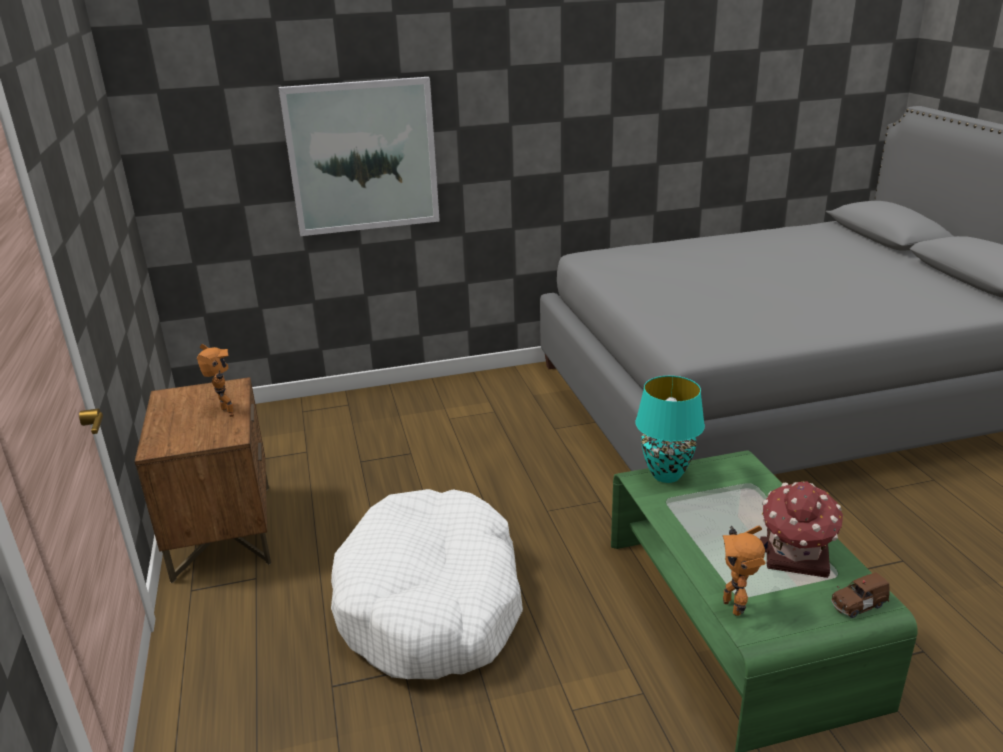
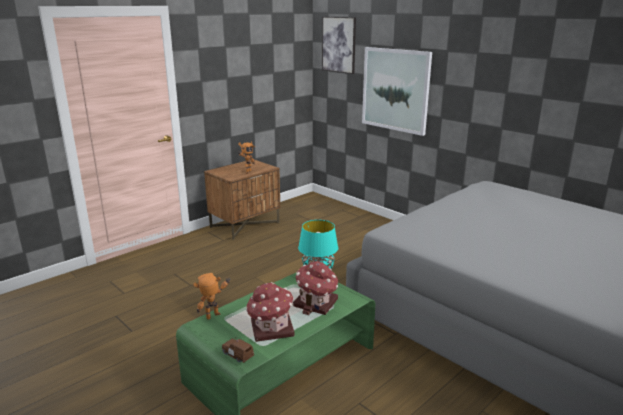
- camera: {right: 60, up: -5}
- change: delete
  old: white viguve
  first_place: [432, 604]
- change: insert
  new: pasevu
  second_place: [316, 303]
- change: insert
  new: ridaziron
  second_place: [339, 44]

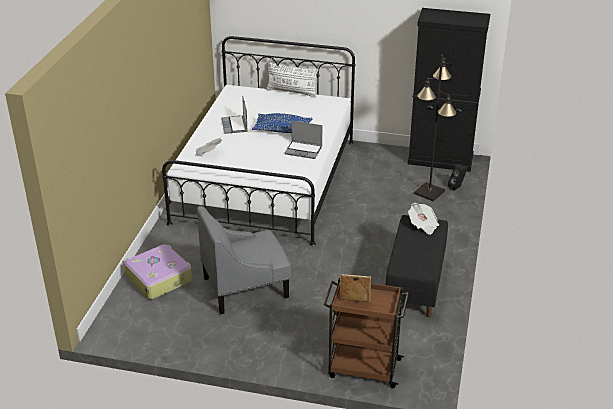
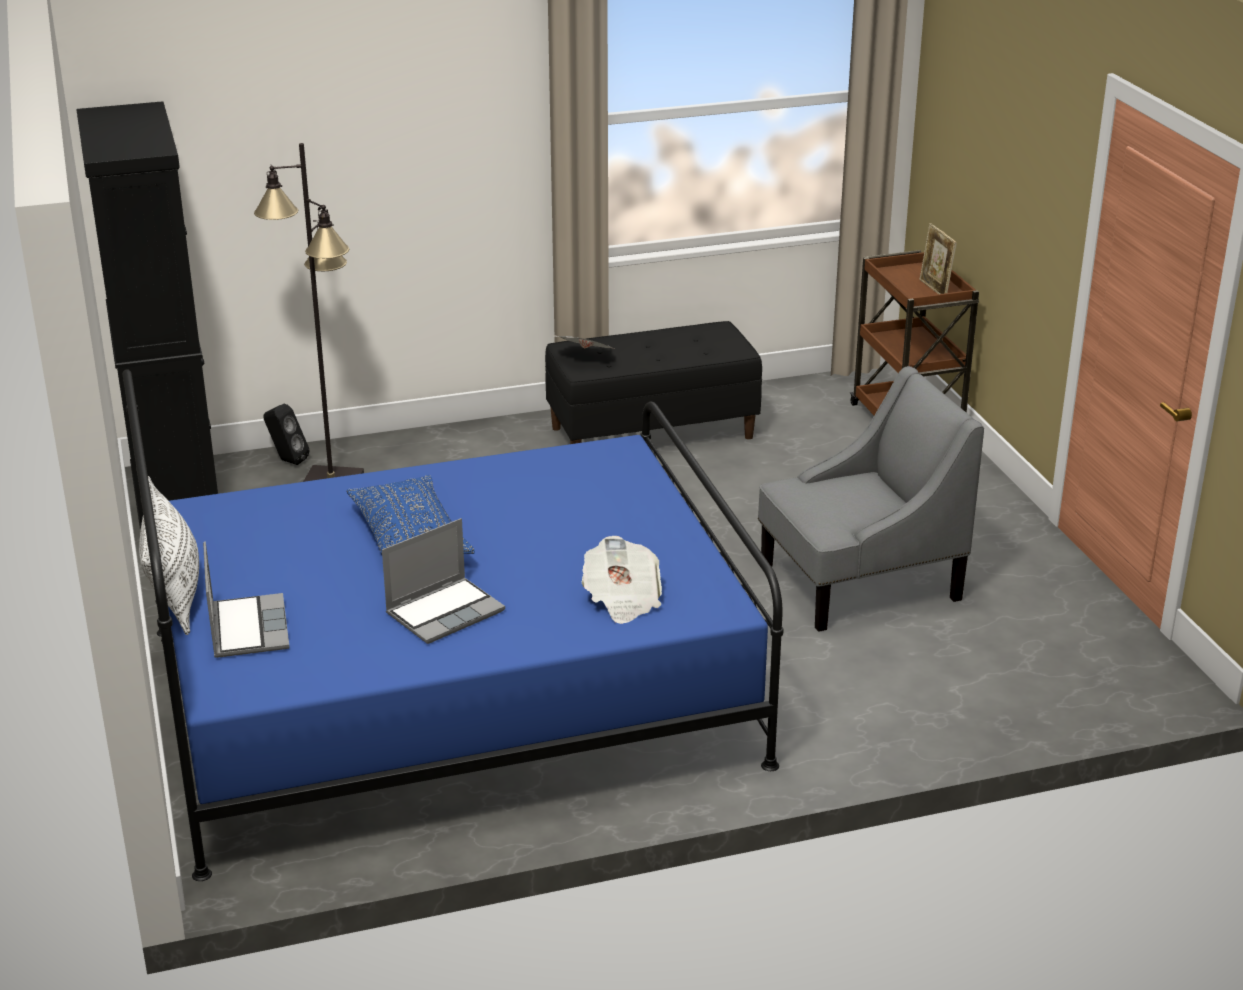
- camera: {right: -120, up: -5}
- change: delete
  old: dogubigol
  first_place: [159, 278]
- change: move
  old: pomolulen
  first_place: [304, 150]
  second_place: [247, 628]
- change: recolor
  old: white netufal
  new: blue netufal
  first_place: [266, 180]
  second_place: [451, 695]
- change: rotate
  old: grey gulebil
  first_place: [245, 287]
  second_place: [859, 582]
  degrees: -60

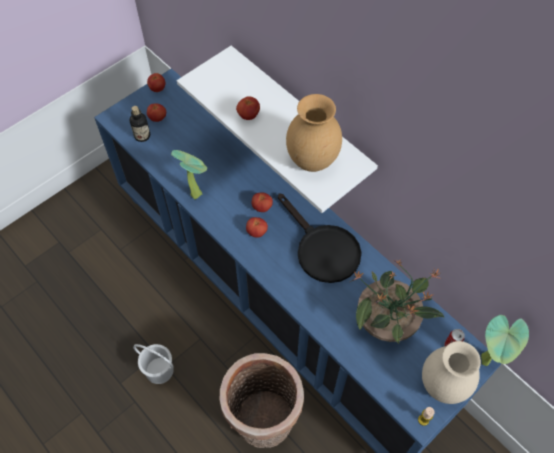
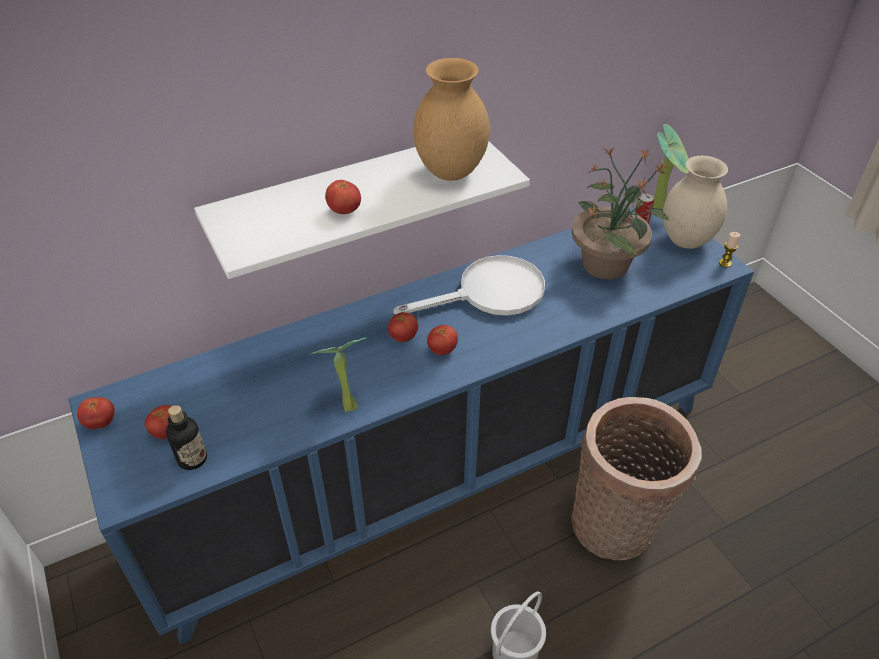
- camera: {right: -75, up: -15}
- change: recolor
  old: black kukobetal
  new: white kukobetal
  first_place: [322, 249]
  second_place: [490, 294]

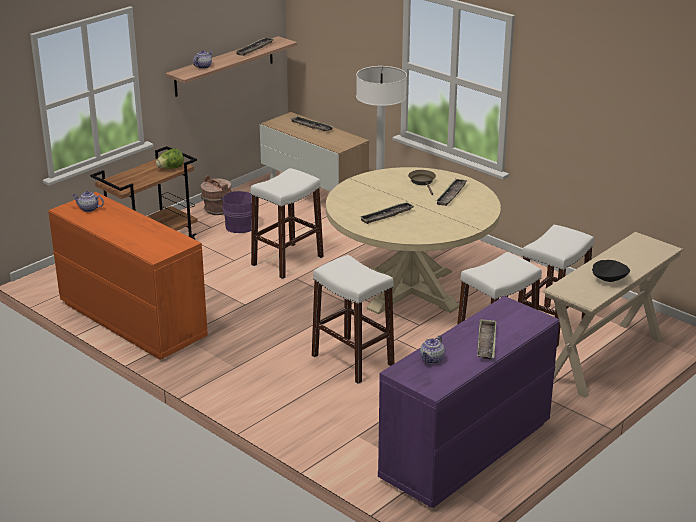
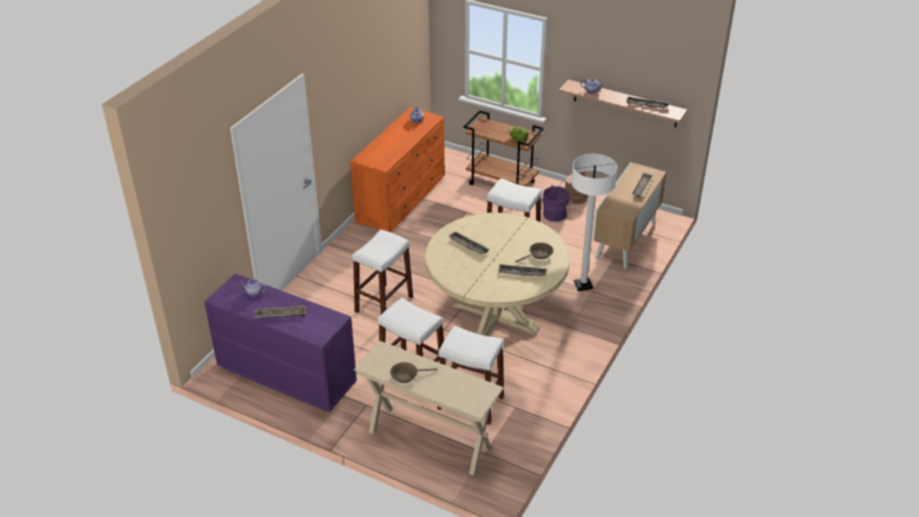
- camera: {right: 75, up: 10}
- change: replace
  old: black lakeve
  new: brown kukobetal
  first_place: [609, 279]
  second_place: [406, 375]

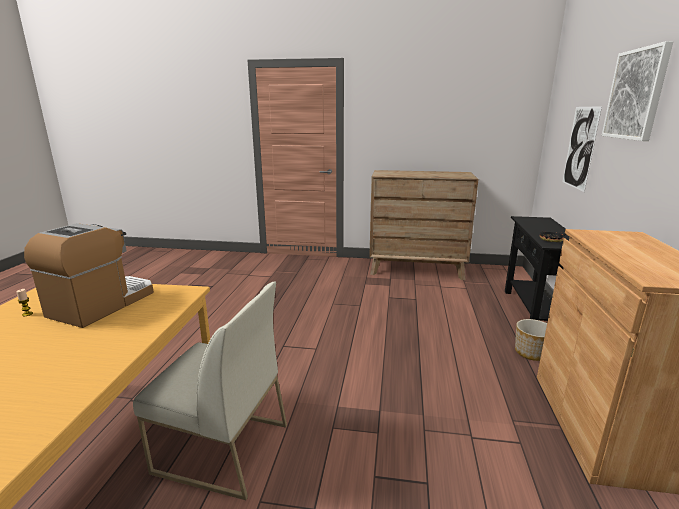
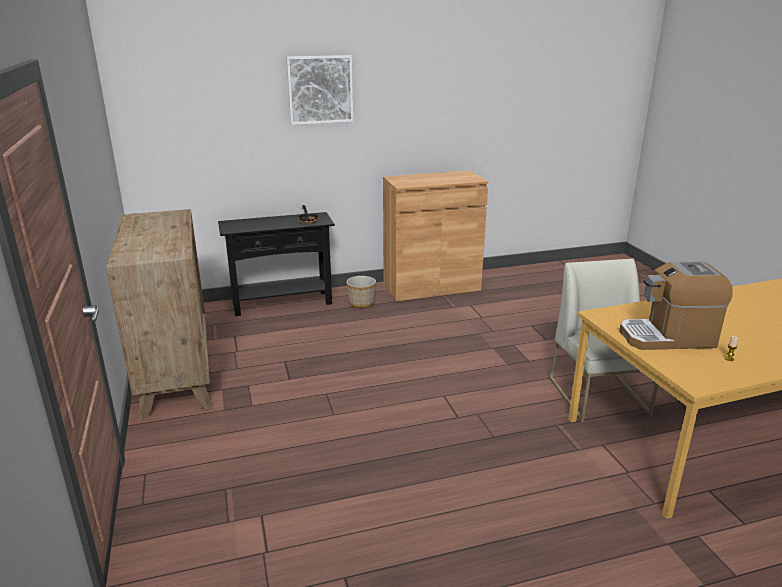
- camera: {right: -115, up: 5}
- change: delete
  old: ridaziron
  first_place: [580, 148]

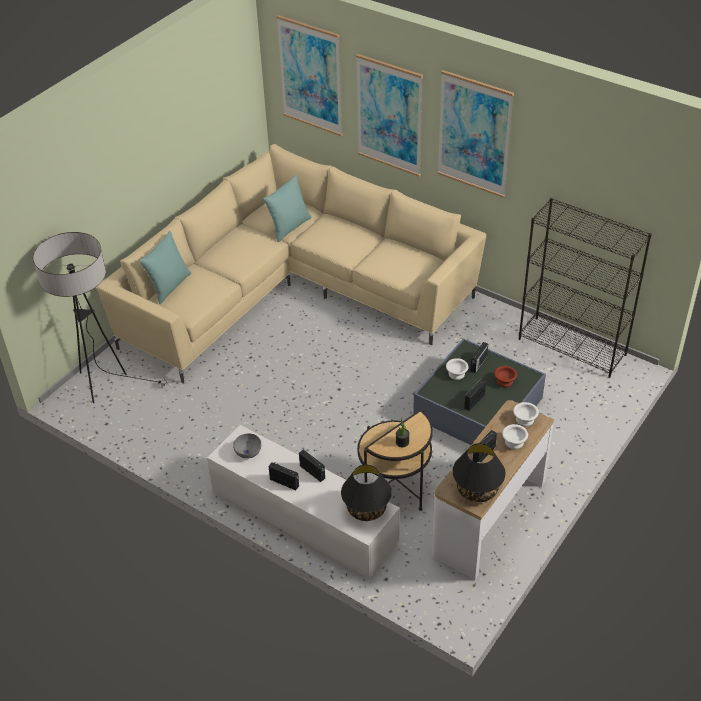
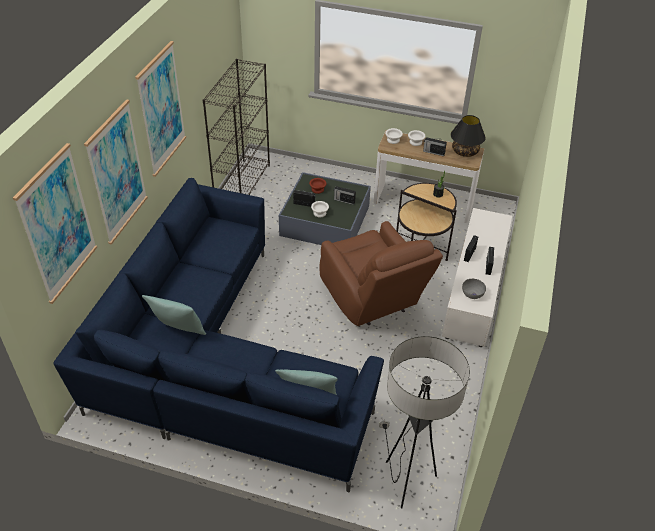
- camera: {right: -110, up: 0}
- change: delete
  old: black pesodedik
  first_place: [366, 509]
- change: insert
  new: brown gulebil
  second_place: [373, 300]
- change: recolor
  old: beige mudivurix
  new: blue mudivurix
  first_place: [292, 291]
  second_place: [215, 364]

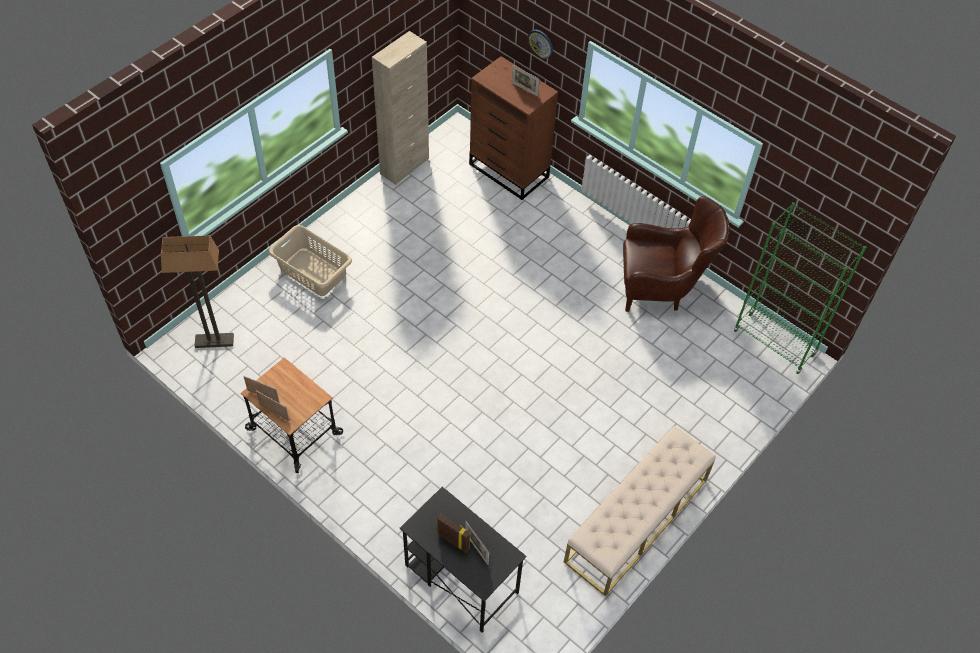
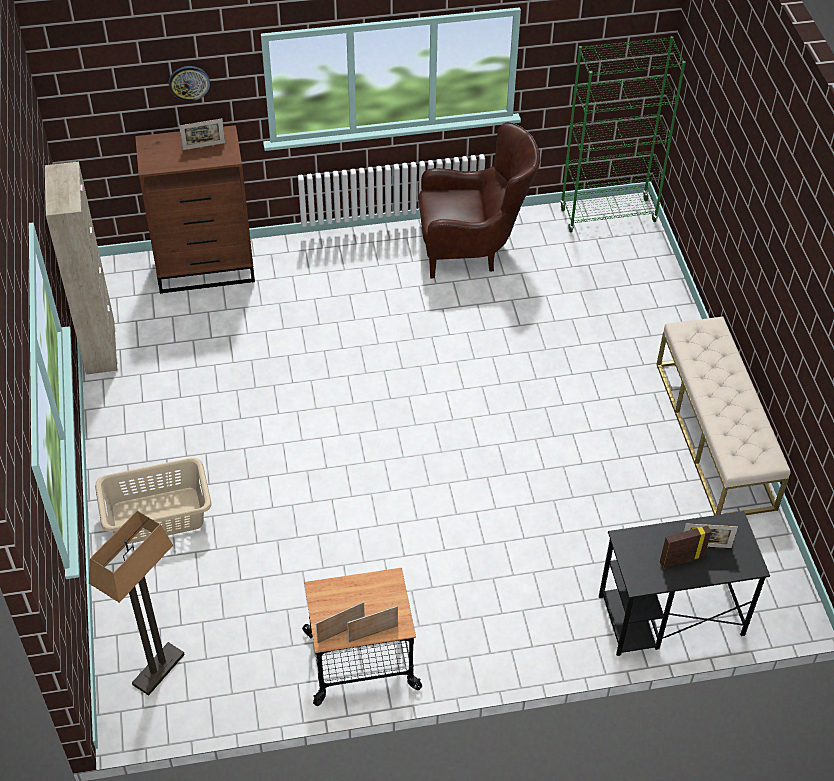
- camera: {right: -50, up: -5}
- change: rotate
  old: brown gulebil
  first_place: [662, 289]
  second_place: [473, 250]
  degrees: 45

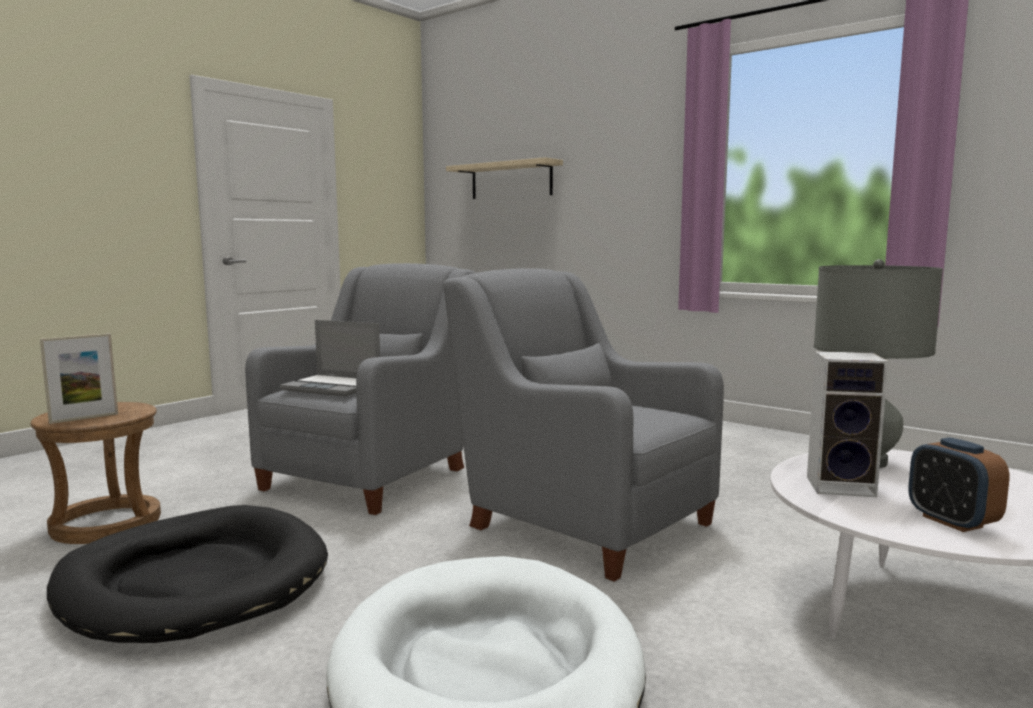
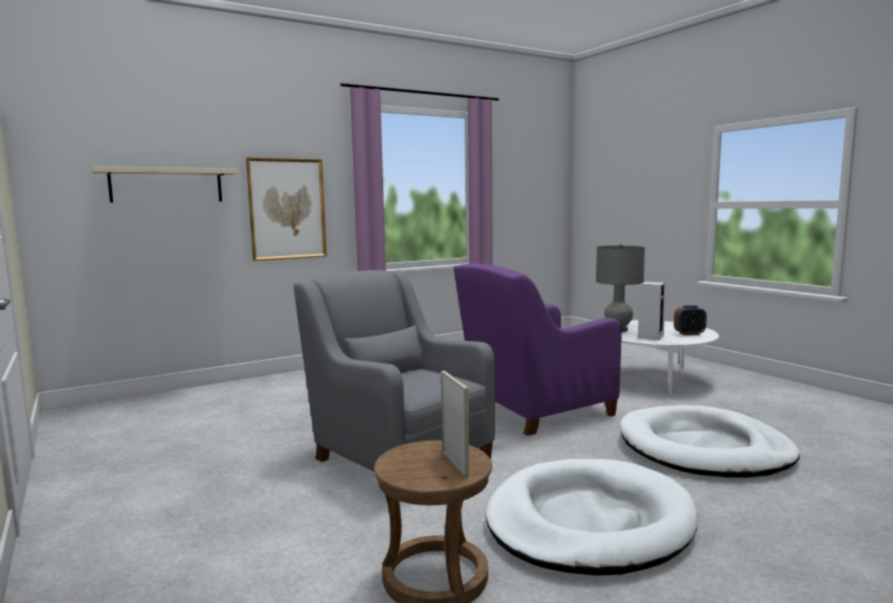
- camera: {right: -70, up: 0}
- change: delete
  old: pomolulen
  first_place: [334, 387]
- change: insert
  new: ridaziron
  second_place: [287, 209]
- change: recolor
  old: black viguve
  new: white viguve
  first_place: [194, 582]
  second_place: [588, 522]
- change: recolor
  old: grey gulebil
  new: purple gulebil
  first_place: [582, 521]
  second_place: [535, 410]

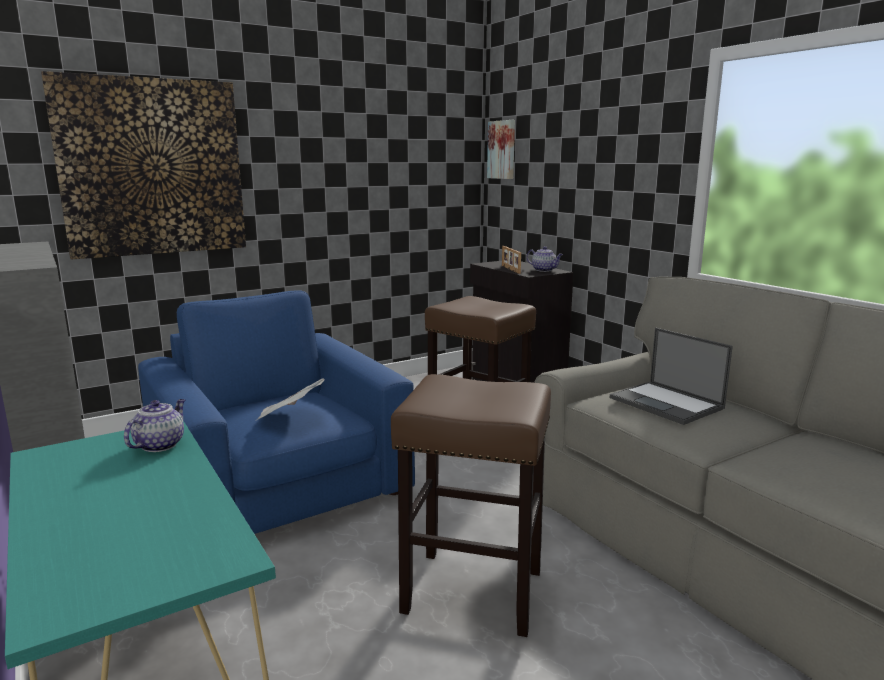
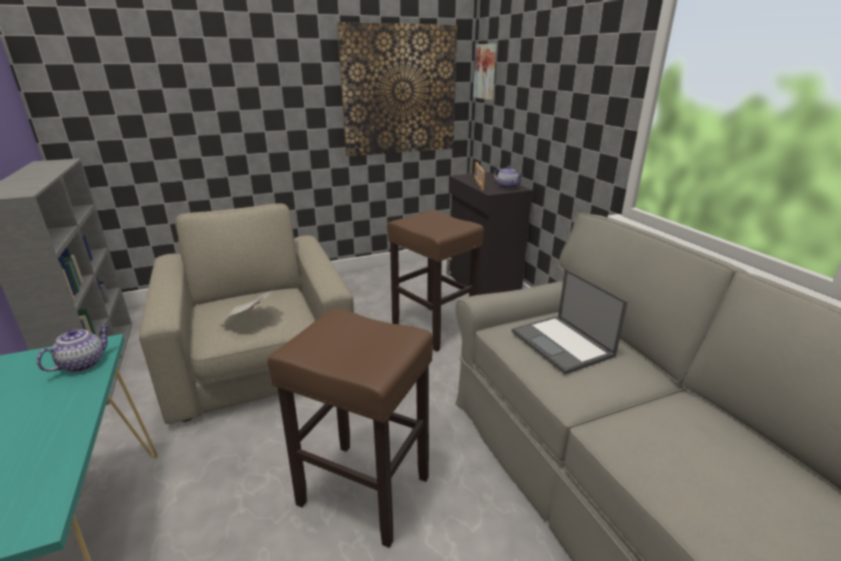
- camera: {right: 10, up: 10}
- change: move
  old: ridaziron
  first_place: [153, 168]
  second_place: [399, 91]
- change: recolor
  old: blue gulebil
  new: beige gulebil
  first_place: [280, 481]
  second_place: [261, 357]

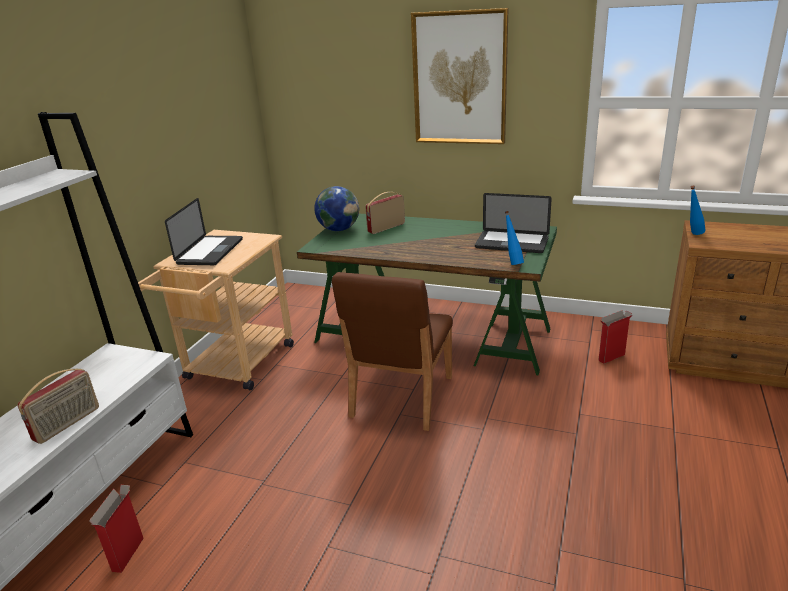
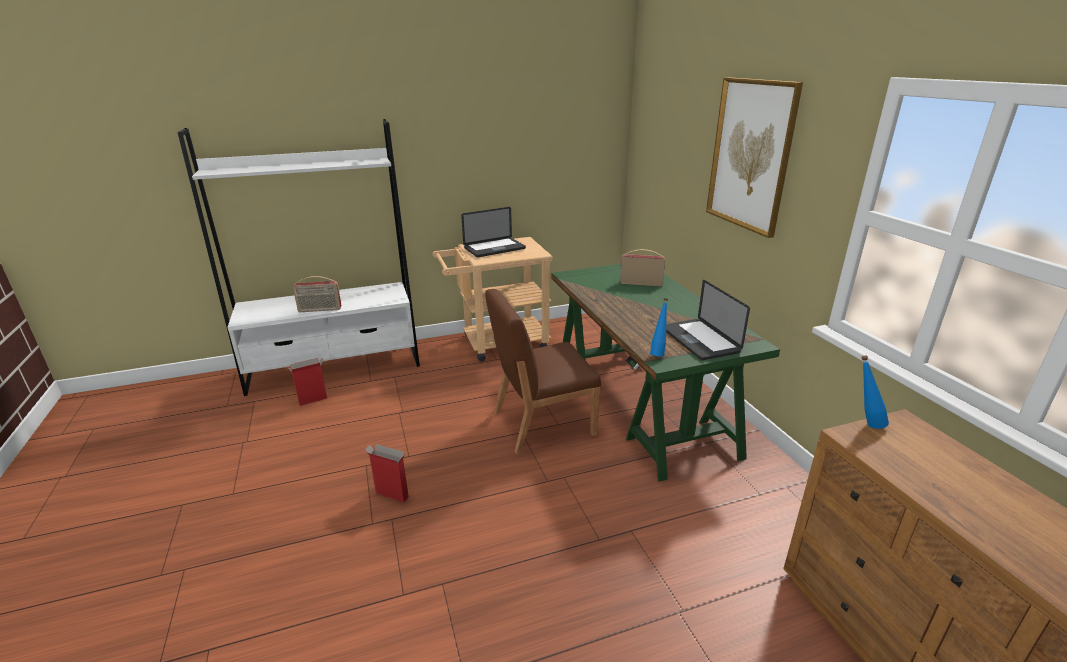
- camera: {right: 50, up: 0}
- change: delete
  old: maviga
  first_place: [339, 229]
- change: move
  old: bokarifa
  first_place: [611, 358]
  second_place: [391, 495]

